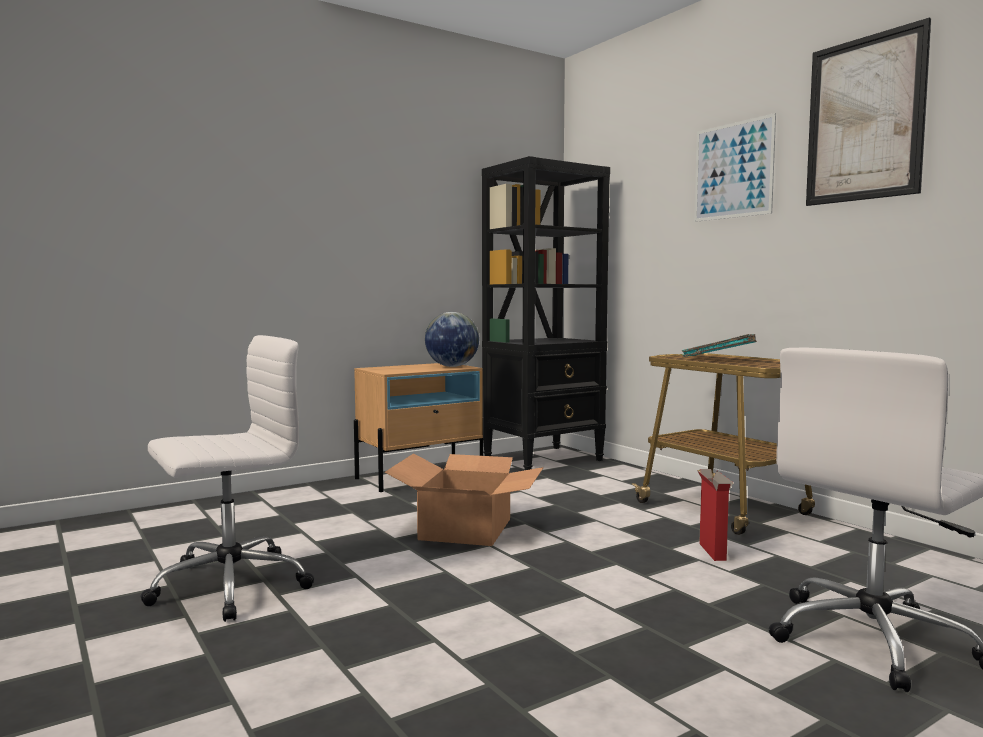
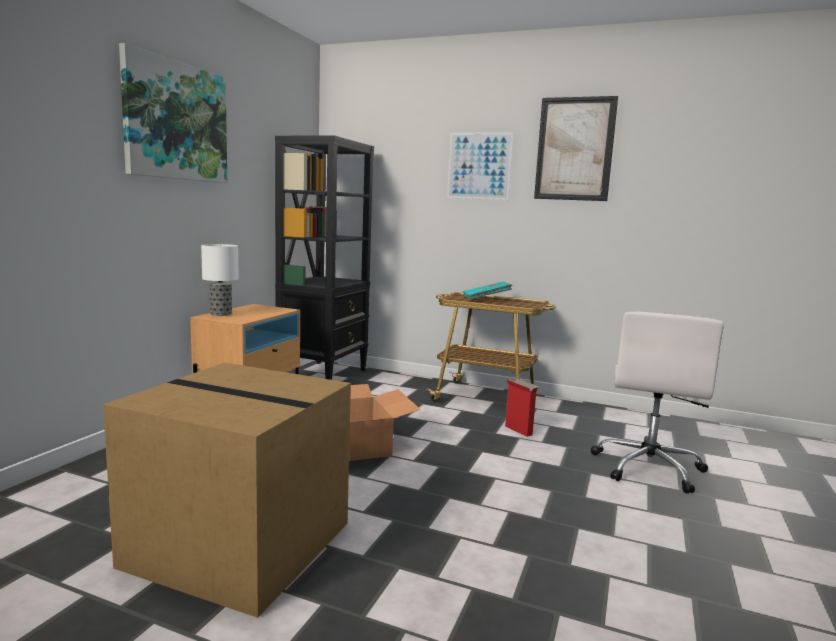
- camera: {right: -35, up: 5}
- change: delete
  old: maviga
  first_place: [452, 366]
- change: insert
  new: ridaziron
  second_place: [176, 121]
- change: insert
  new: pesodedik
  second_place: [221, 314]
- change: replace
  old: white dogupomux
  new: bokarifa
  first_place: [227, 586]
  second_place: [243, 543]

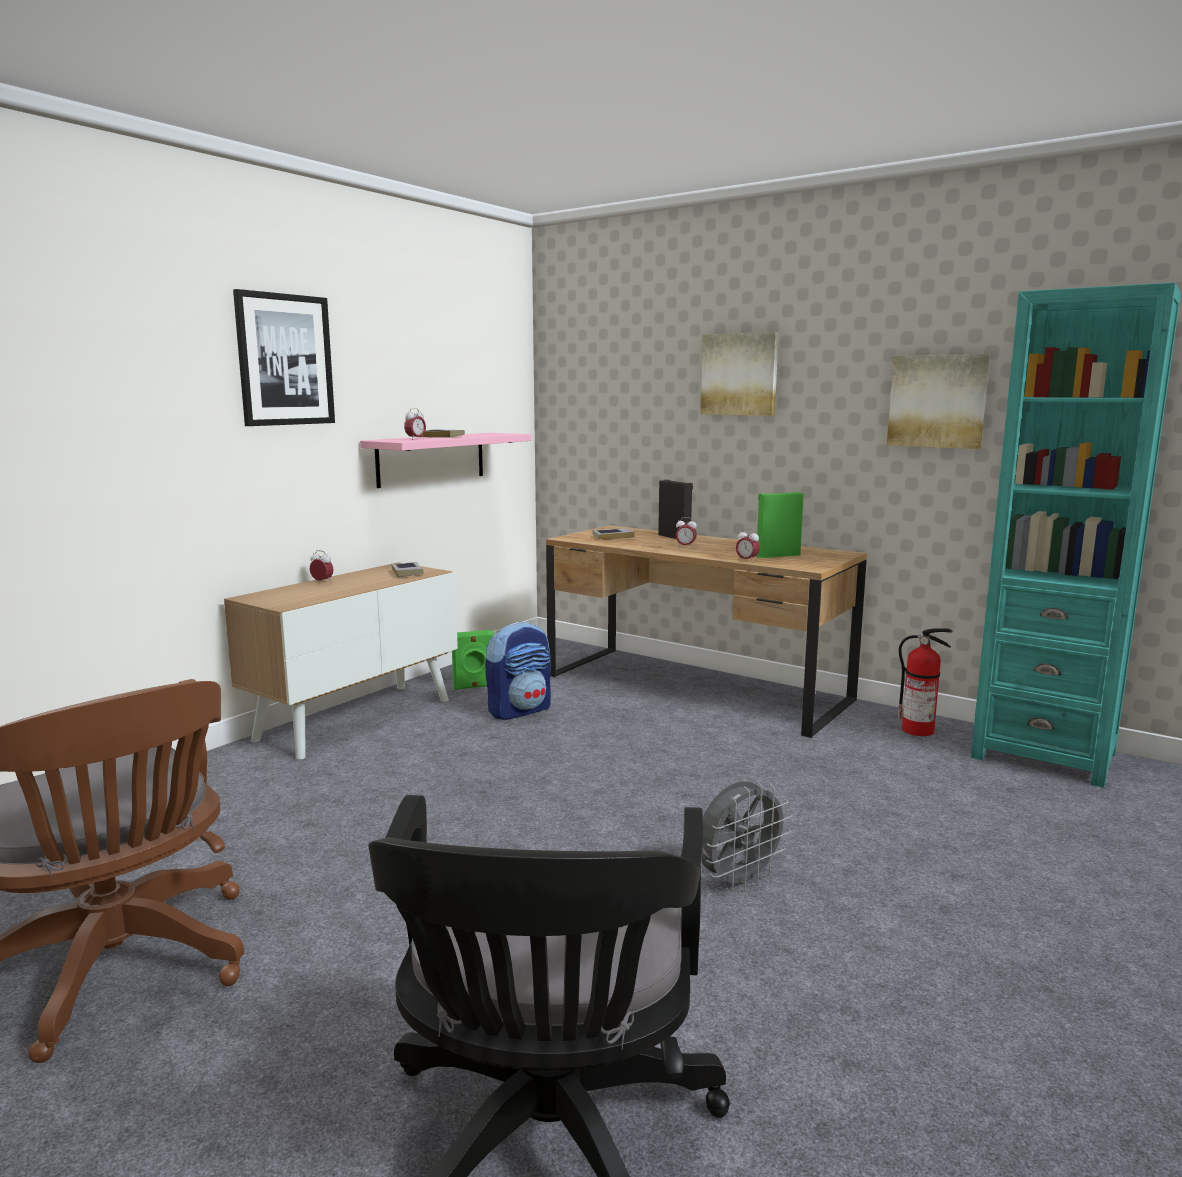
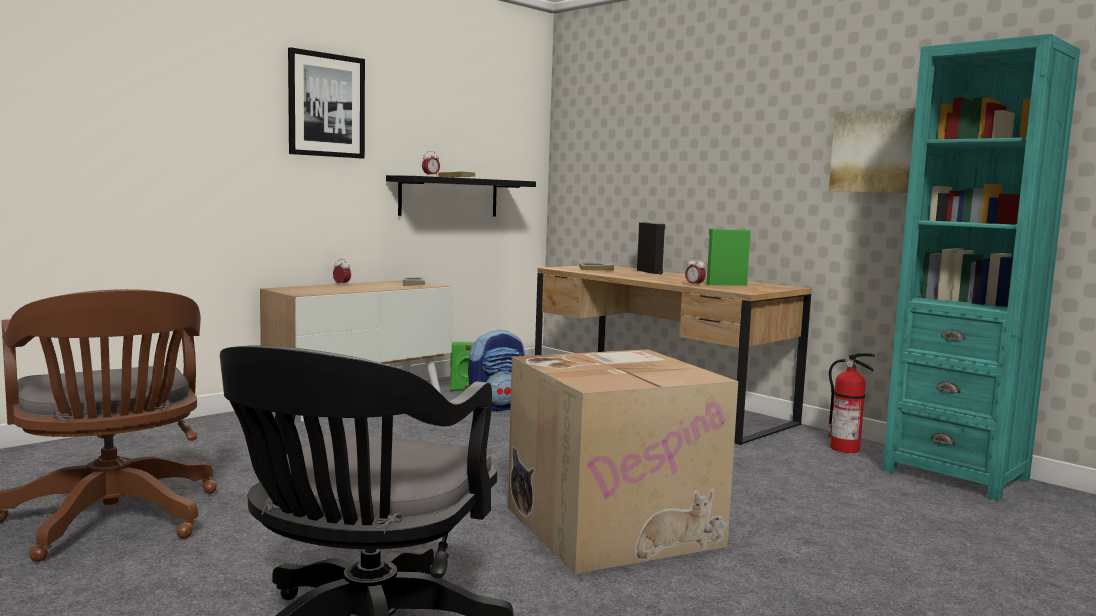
- camera: {right: 10, up: -5}
- change: delete
  old: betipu
  first_place: [685, 547]
- change: delete
  old: ridaziron
  first_place: [739, 374]
- change: replace
  old: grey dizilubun
  new: bokarifa
  first_place: [738, 881]
  second_place: [613, 525]
- change: recolor
  old: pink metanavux
  new: black metanavux
  first_place: [431, 459]
  second_place: [449, 197]

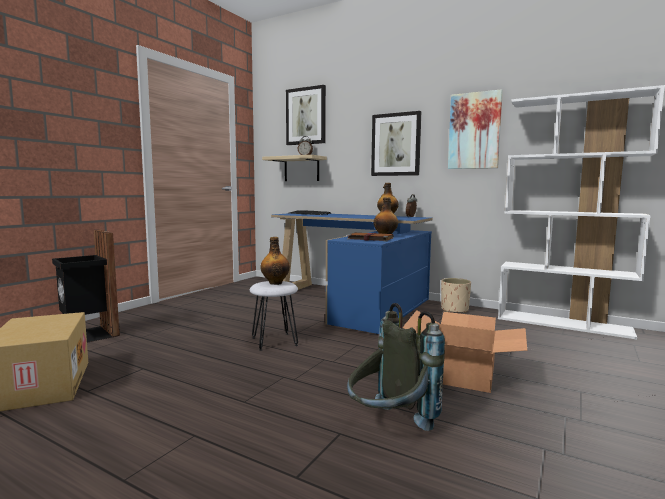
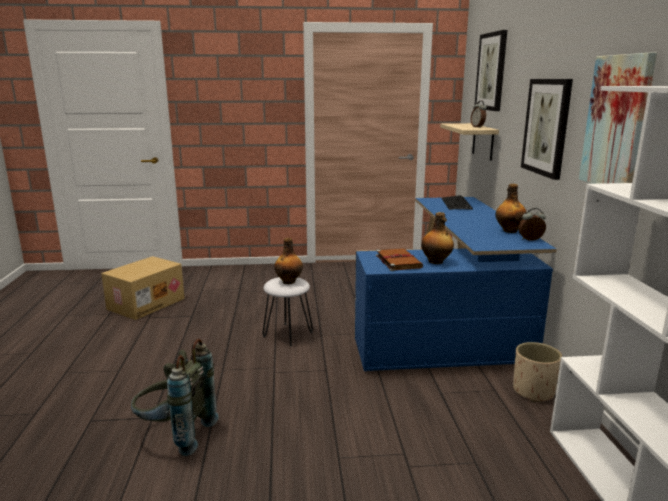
- camera: {right: 55, up: 10}
- change: delete
  old: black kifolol
  first_place: [89, 335]
- change: delete
  old: bokarifa
  first_place: [462, 373]

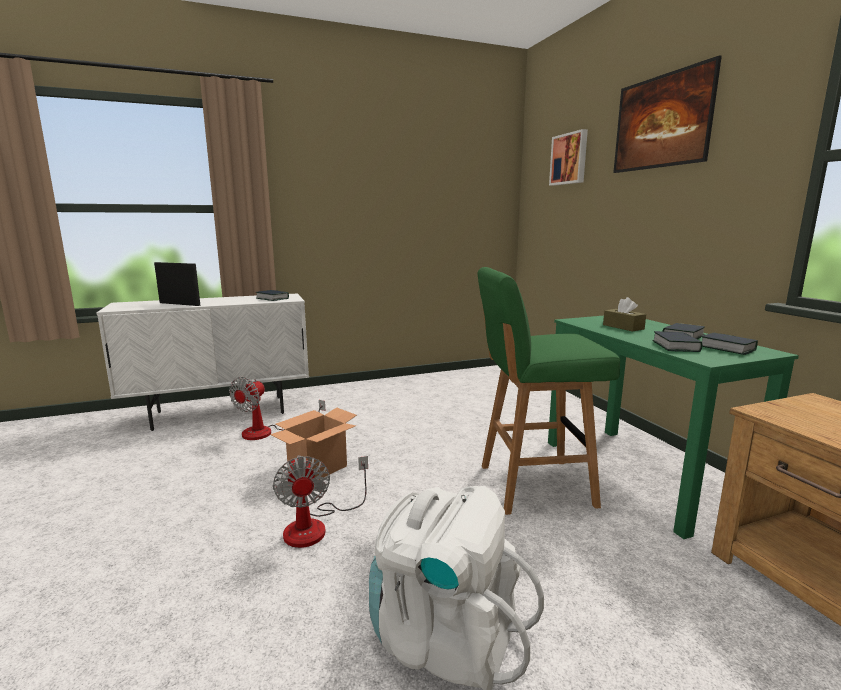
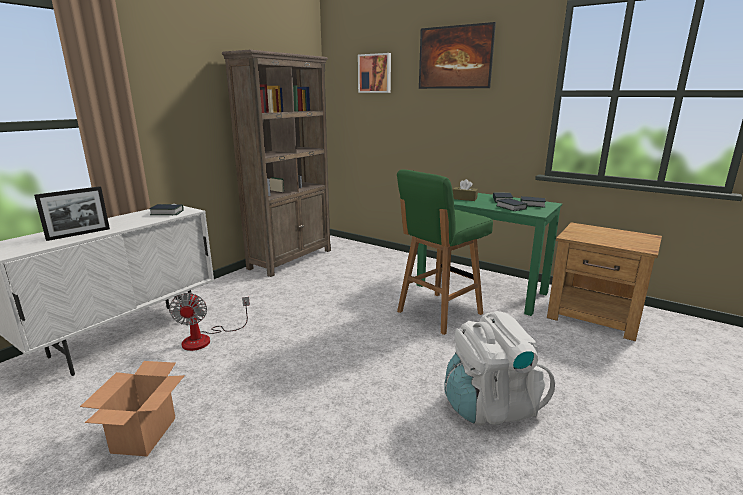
- camera: {right: -35, up: 5}
- change: delete
  old: dizilubun
  first_place: [316, 525]
- change: insert
  new: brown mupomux
  second_place: [291, 259]
- change: move
  old: bokarifa
  first_place: [317, 470]
  second_place: [144, 435]
- change: rotate
  old: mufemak
  first_place: [179, 304]
  second_place: [79, 234]
  degrees: 150

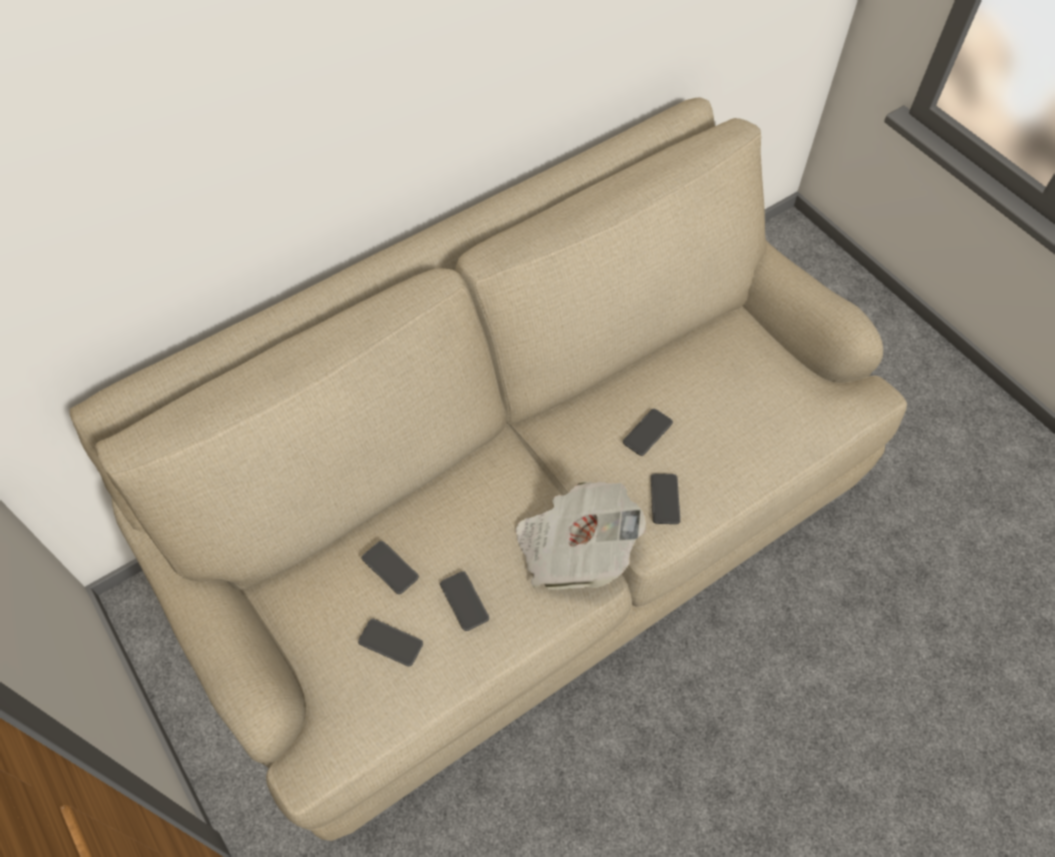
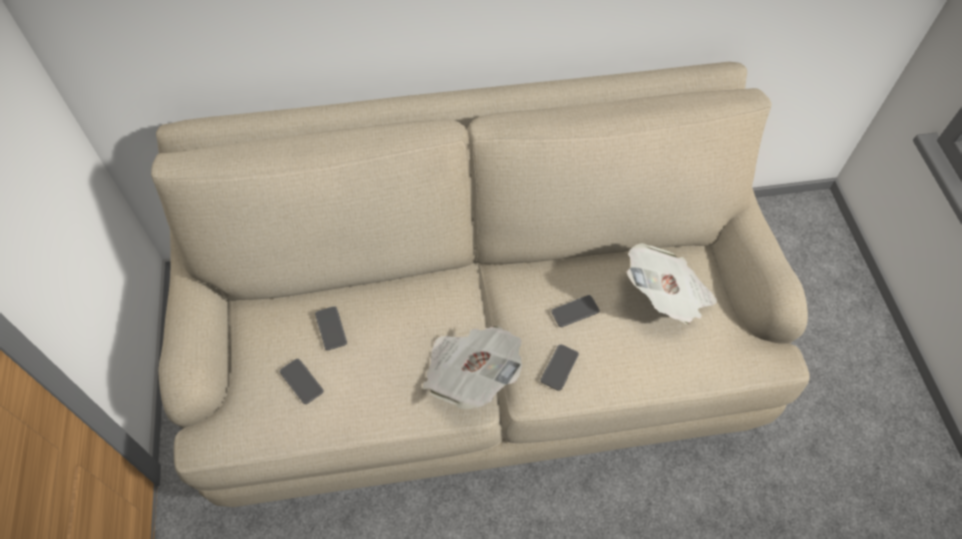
- camera: {right: 25, up: 0}
- change: delete
  old: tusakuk
  first_place: [464, 601]
- change: insert
  new: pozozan
  second_place: [666, 296]

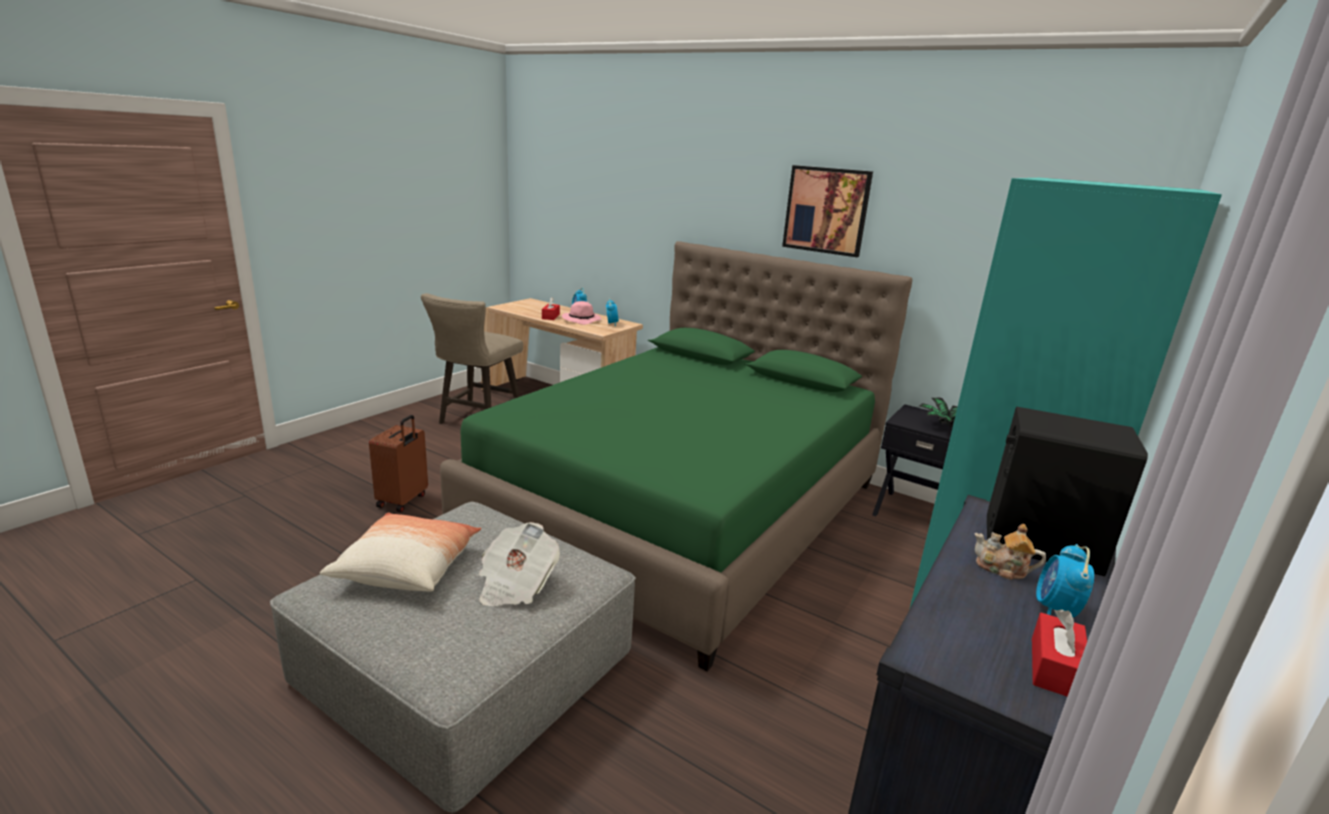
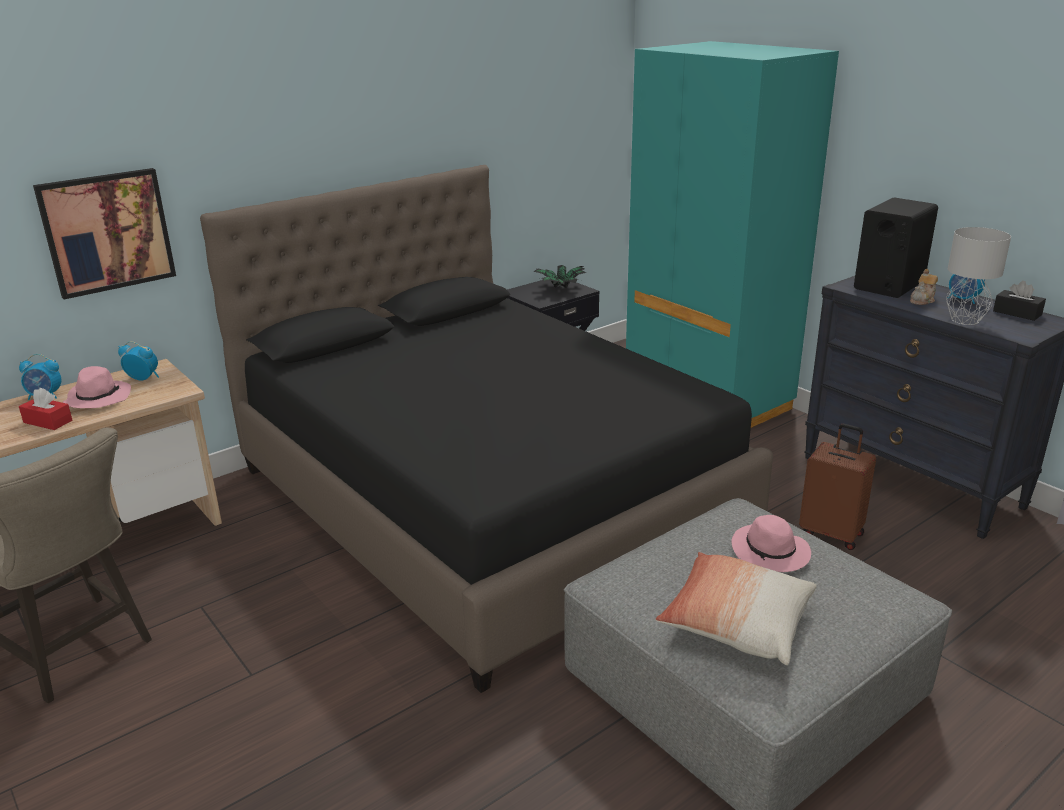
- camera: {right: -70, up: 5}
- change: insert
  new: grey pesodedik
  second_place: [964, 320]
- change: move
  old: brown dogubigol
  first_place: [403, 501]
  second_place: [832, 533]
- change: move
  old: ridaziron
  first_place: [826, 210]
  second_place: [107, 232]
- change: replace
  old: pozozan
  new: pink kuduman
  first_place: [516, 584]
  second_place: [771, 553]
- change: recolor
  old: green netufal
  new: black netufal
  first_place: [682, 509]
  second_place: [486, 501]
- change: recolor
  old: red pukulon
  new: black pukulon
  first_place: [1054, 668]
  second_place: [1017, 313]

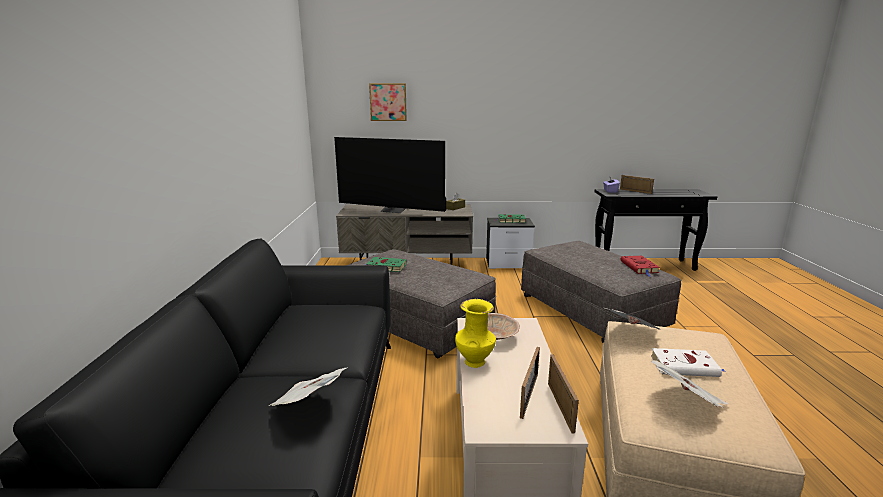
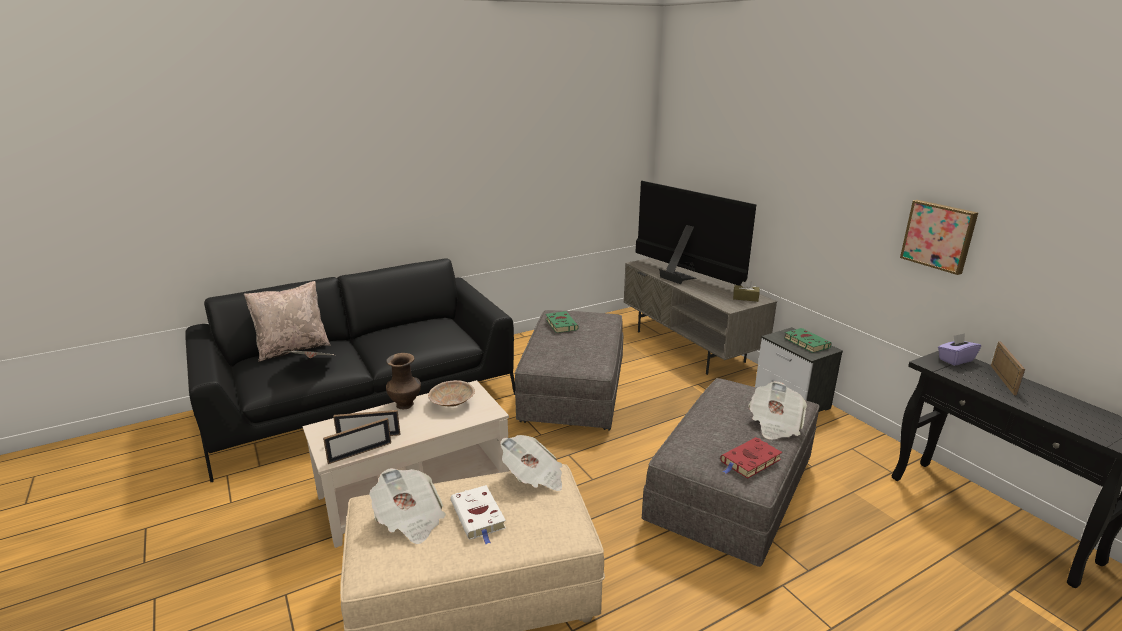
- camera: {right: 60, up: 5}
- change: insert
  new: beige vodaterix
  second_place: [293, 349]
- change: insert
  new: pozozan
  second_place: [775, 424]
- change: move
  old: ridaziron
  first_place: [388, 102]
  second_place: [939, 235]
- change: recolor
  old: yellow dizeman
  new: brown dizeman
  first_place: [474, 361]
  second_place: [406, 405]
- change: rotate
  old: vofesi
  first_place: [393, 210]
  second_place: [681, 276]
  degrees: 150

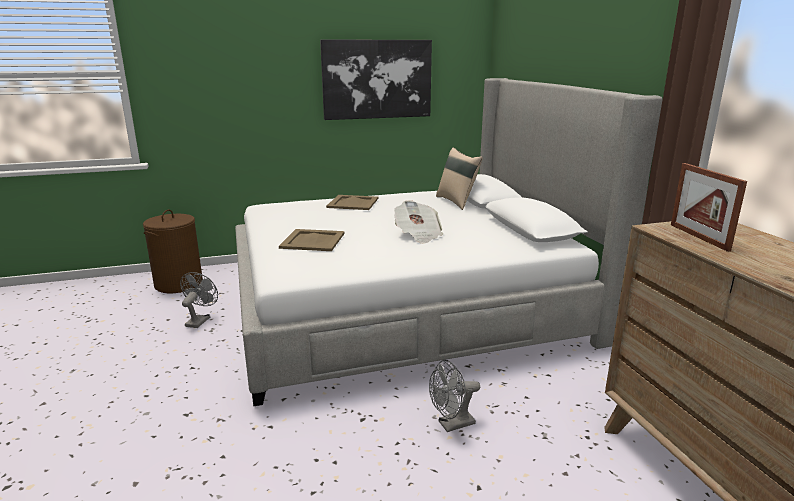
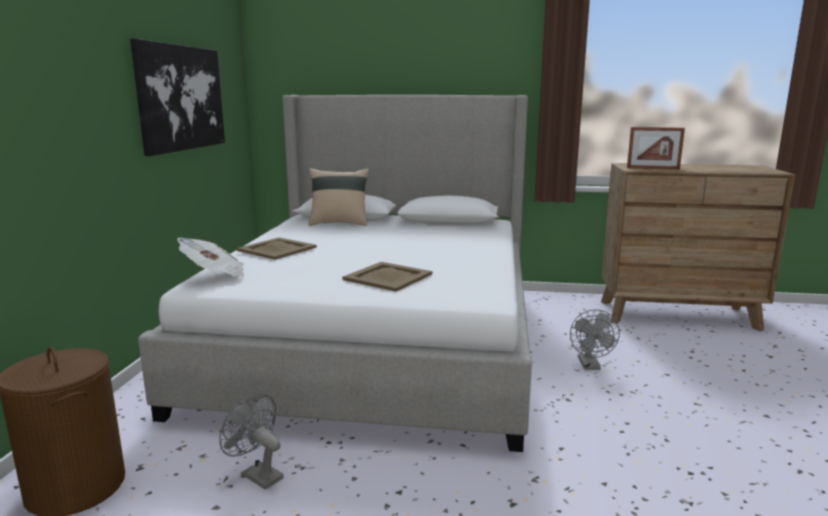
- camera: {right: -65, up: -5}
- change: move
  old: pozozan
  first_place: [418, 235]
  second_place: [215, 274]

